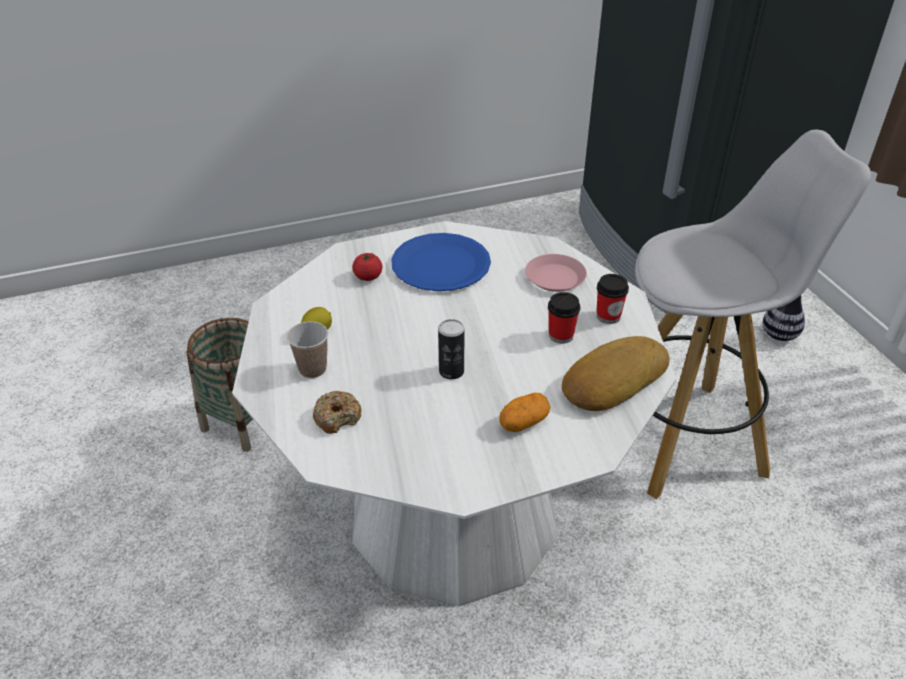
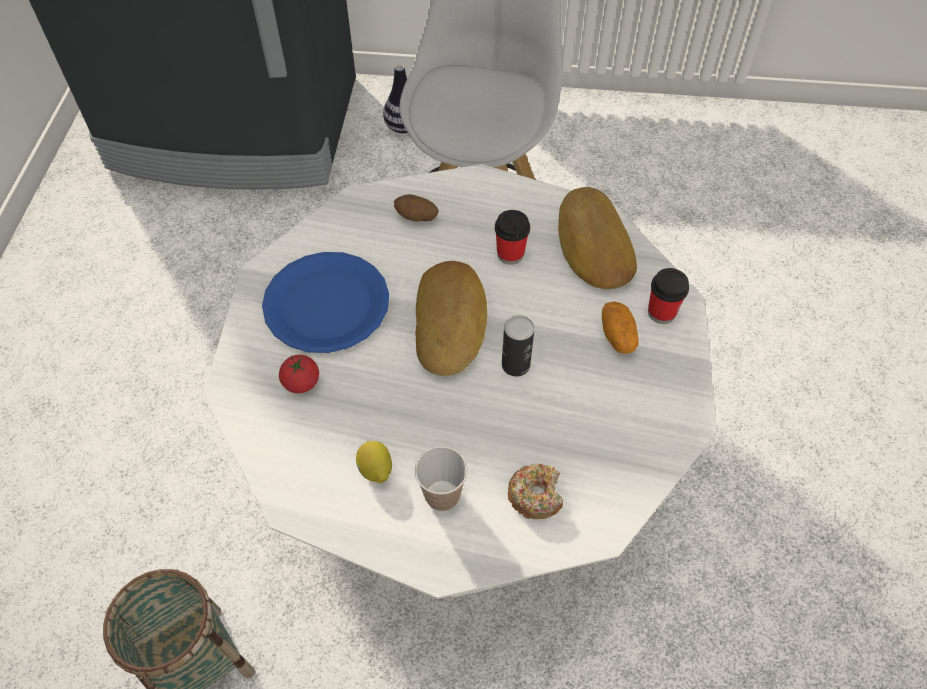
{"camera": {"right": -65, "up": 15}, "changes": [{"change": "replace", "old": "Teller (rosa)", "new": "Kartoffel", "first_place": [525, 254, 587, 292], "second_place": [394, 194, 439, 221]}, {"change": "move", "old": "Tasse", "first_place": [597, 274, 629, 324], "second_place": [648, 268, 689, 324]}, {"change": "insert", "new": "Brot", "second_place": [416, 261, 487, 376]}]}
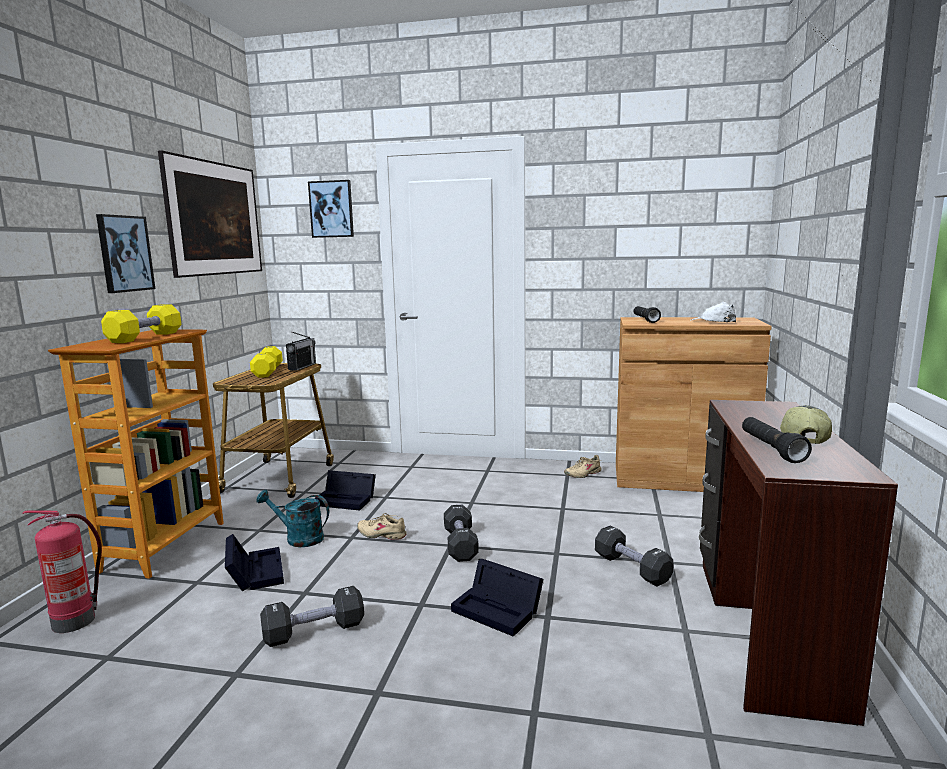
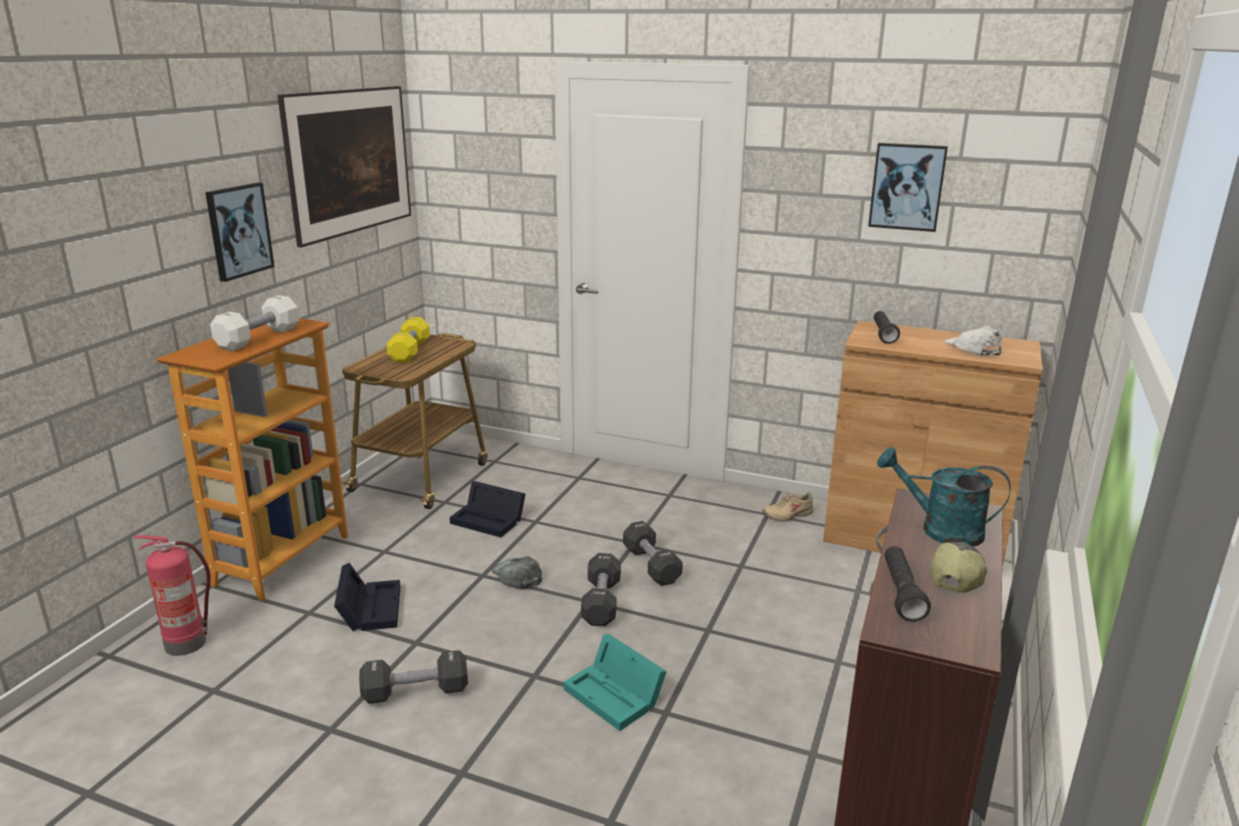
{"camera": {"right": 10, "up": 10}, "changes": [{"change": "recolor", "old": "Hantel (gelb)", "new": "Hantel (weiß)", "first_place": [101, 304, 182, 343], "second_place": [210, 295, 299, 351]}, {"change": "move", "old": "Gießkanne (türkis)", "first_place": [256, 490, 329, 547], "second_place": [877, 447, 1011, 547]}, {"change": "delete", "old": "Radio", "first_place": [286, 332, 316, 371]}, {"change": "move", "old": "Bild", "first_place": [308, 180, 354, 238], "second_place": [868, 143, 948, 232]}, {"change": "replace", "old": "Schuh (beige)", "new": "Kappe (grau)", "first_place": [357, 513, 407, 540], "second_place": [492, 556, 542, 589]}, {"change": "recolor", "old": "Aufbewahrungsbox (schwarz)", "new": "Aufbewahrungsbox (türkis)", "first_place": [451, 559, 543, 637], "second_place": [563, 634, 667, 731]}, {"change": "move", "old": "Hantel (schwarz)", "first_place": [595, 525, 673, 587], "second_place": [623, 521, 683, 586]}]}
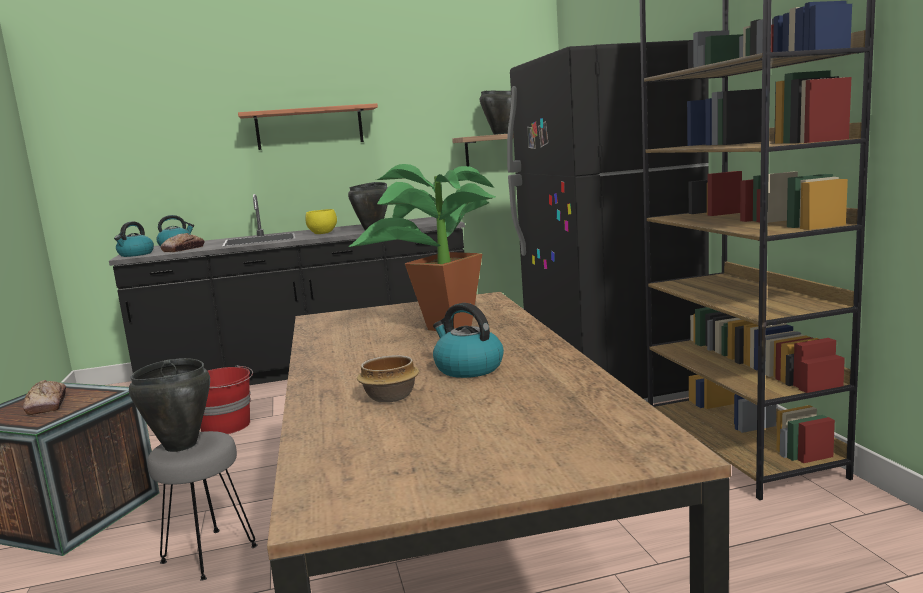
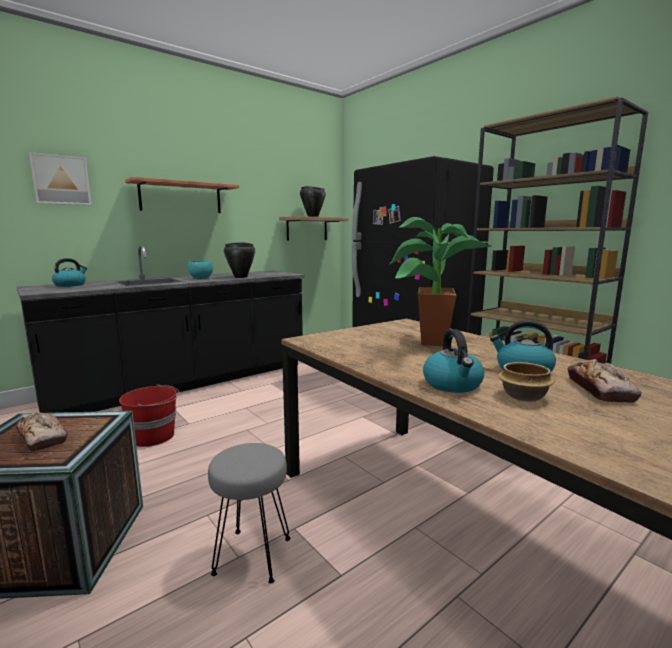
{"camera": {"right": -25, "up": 0}, "changes": [{"change": "move", "old": "Wasserkessel", "first_place": [114, 222, 154, 257], "second_place": [423, 329, 484, 393]}, {"change": "delete", "old": "Kochtopf (schwarz)", "first_place": [129, 358, 210, 452]}, {"change": "move", "old": "Brot", "first_place": [160, 233, 204, 252], "second_place": [568, 359, 641, 403]}, {"change": "recolor", "old": "Schüssel (gelb)", "new": "Schüssel (türkis)", "first_place": [305, 209, 337, 234], "second_place": [188, 261, 213, 279]}, {"change": "insert", "new": "Bild", "second_place": [29, 152, 92, 205]}]}
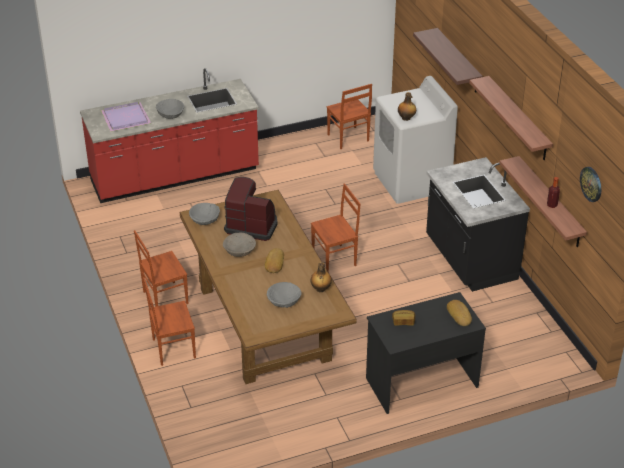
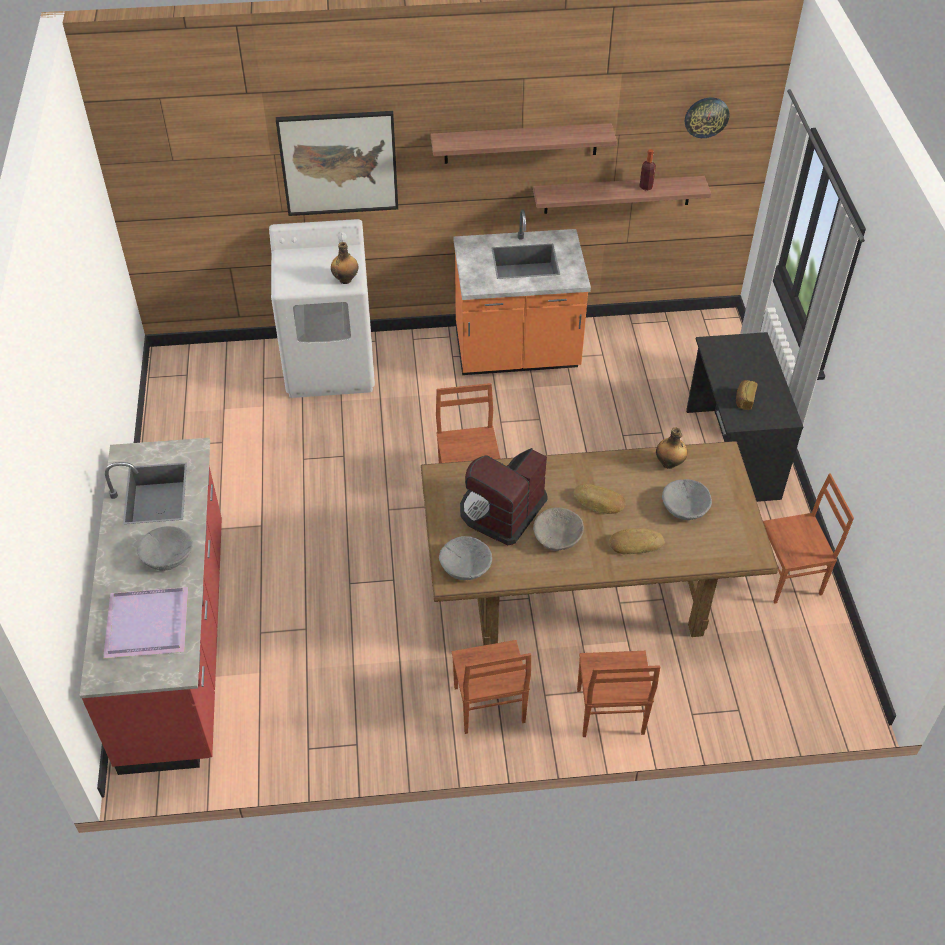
{"camera": {"right": -75, "up": 10}, "changes": [{"change": "move", "old": "Stuhl (braun)", "first_place": [327, 84, 372, 149], "second_place": [763, 473, 854, 604]}, {"change": "replace", "old": "Wandregal", "new": "Bild", "first_place": [413, 28, 483, 92], "second_place": [276, 111, 398, 216]}, {"change": "recolor", "old": "Küchenzeile (schwarz)", "new": "Küchenzeile (orange)", "first_place": [426, 157, 530, 292], "second_place": [453, 209, 591, 375]}, {"change": "move", "old": "Brot", "first_place": [447, 300, 472, 326], "second_place": [609, 528, 664, 554]}]}
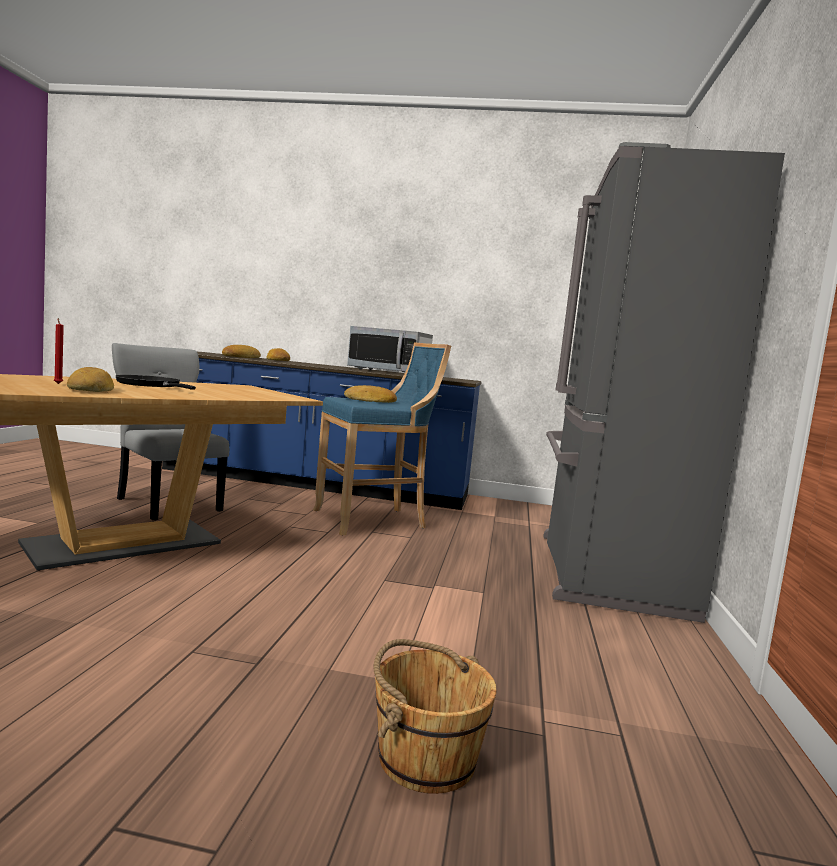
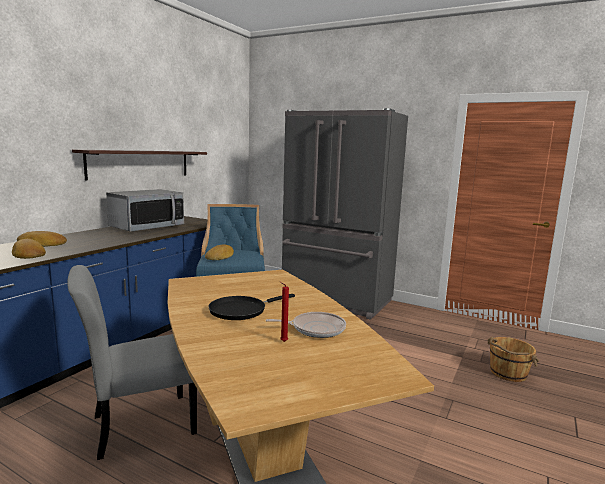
{"camera": {"right": -70, "up": 5}, "changes": [{"change": "replace", "old": "Brot", "new": "Pfanne", "first_place": [67, 367, 114, 392], "second_place": [266, 312, 346, 338]}, {"change": "insert", "new": "Wandregal", "second_place": [72, 149, 207, 181]}]}
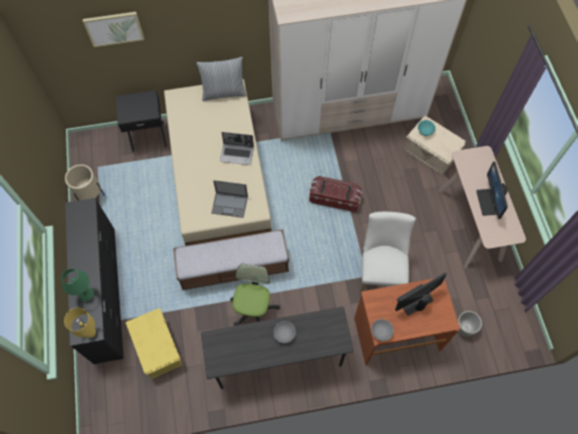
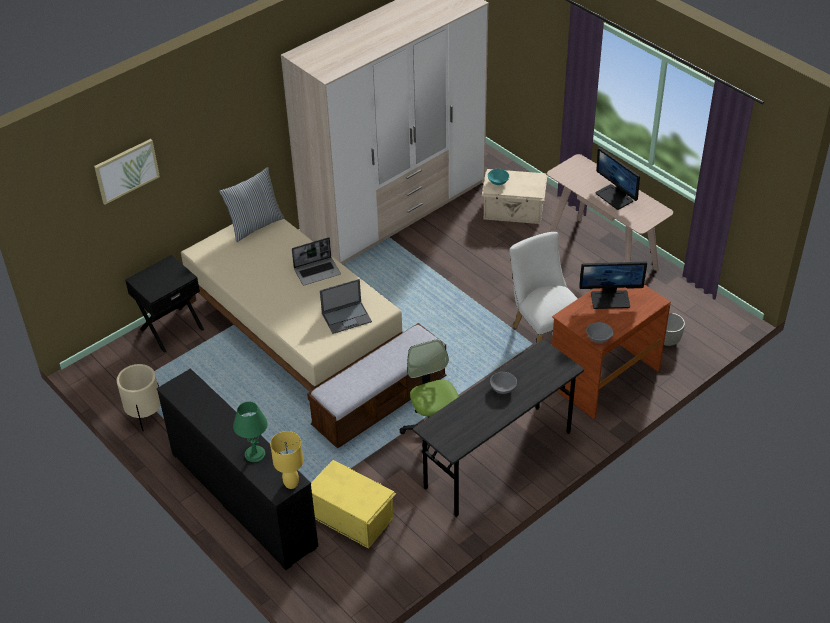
{"camera": {"right": -30, "up": -20}, "changes": [{"change": "delete", "old": "Aufbewahrungsbox", "first_place": [309, 176, 362, 212]}, {"change": "rotate", "old": "Monitor", "first_place": [395, 272, 447, 316], "second_place": [579, 262, 647, 309], "degrees": -120}]}
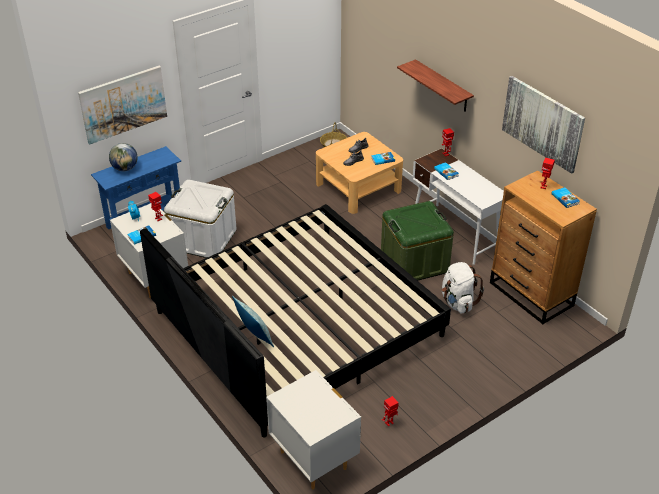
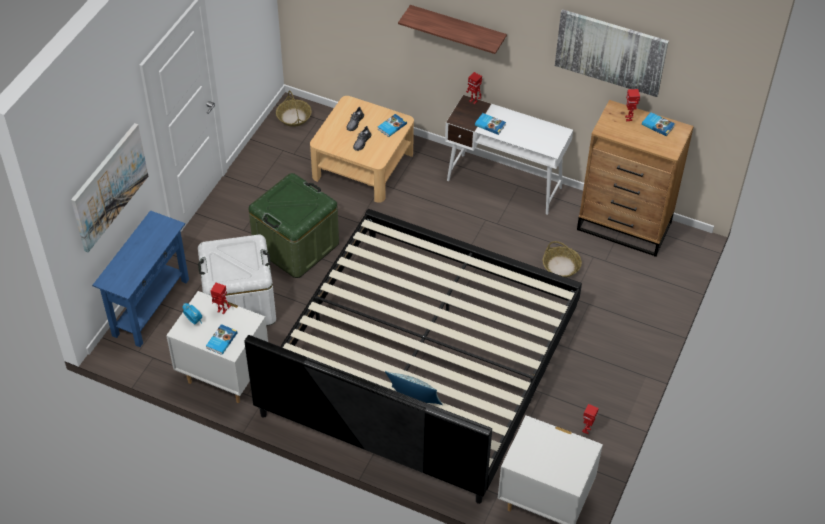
{"camera": {"right": -30, "up": 10}, "changes": [{"change": "delete", "old": "Globus", "first_place": [109, 143, 138, 171]}, {"change": "move", "old": "Aufbewahrungsbox (grün)", "first_place": [381, 201, 454, 281], "second_place": [249, 173, 339, 278]}, {"change": "replace", "old": "Rucksack (weiß)", "new": "Korb", "first_place": [442, 262, 484, 314], "second_place": [543, 241, 582, 277]}]}
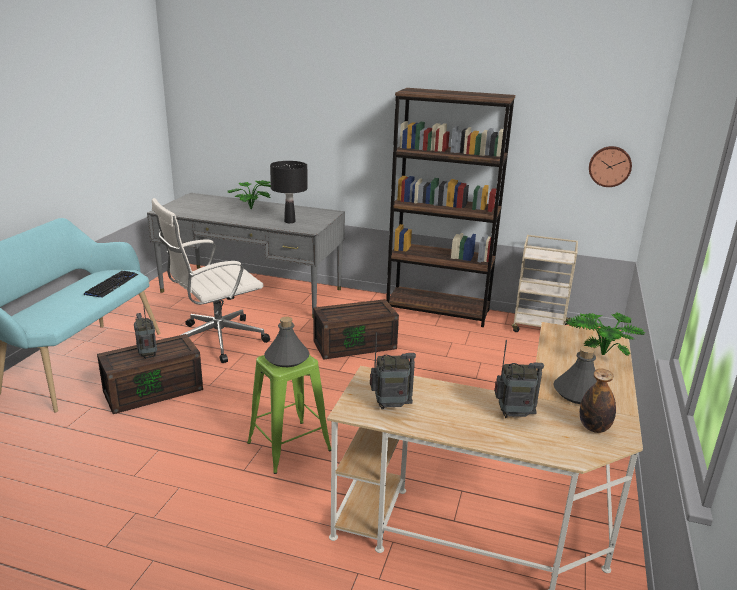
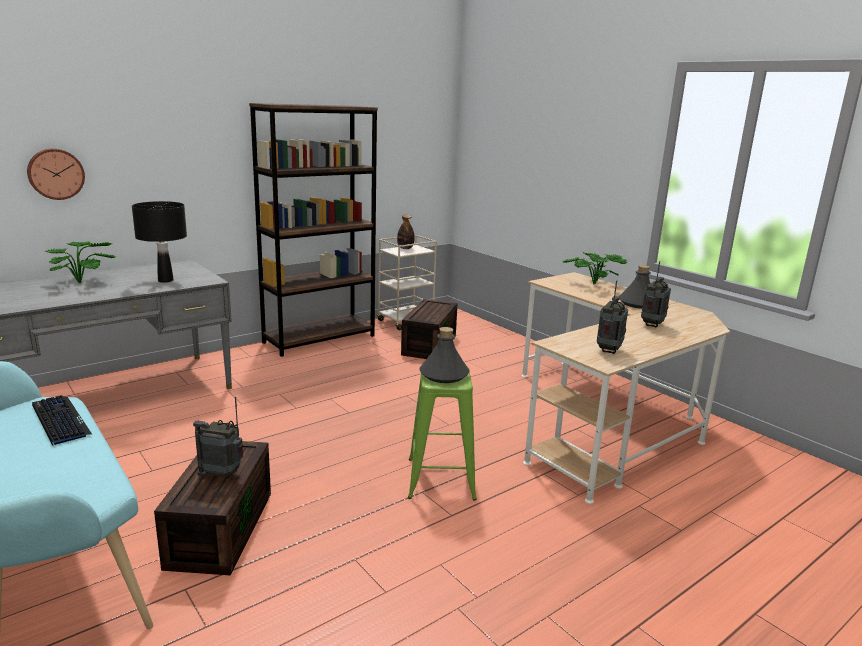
{"camera": {"right": -55, "up": -5}, "changes": [{"change": "delete", "old": "Bürostuhl (weiß)", "first_place": [152, 198, 270, 363]}, {"change": "move", "old": "Aufbewahrungsbox (braun)", "first_place": [313, 299, 399, 360], "second_place": [401, 299, 458, 359]}, {"change": "move", "old": "Flasche", "first_place": [580, 369, 616, 433], "second_place": [397, 215, 414, 249]}, {"change": "move", "old": "Wanduhr", "first_place": [589, 146, 632, 187], "second_place": [27, 149, 85, 200]}]}
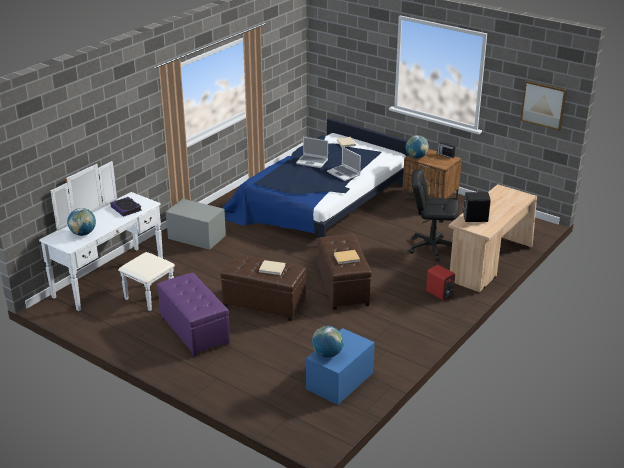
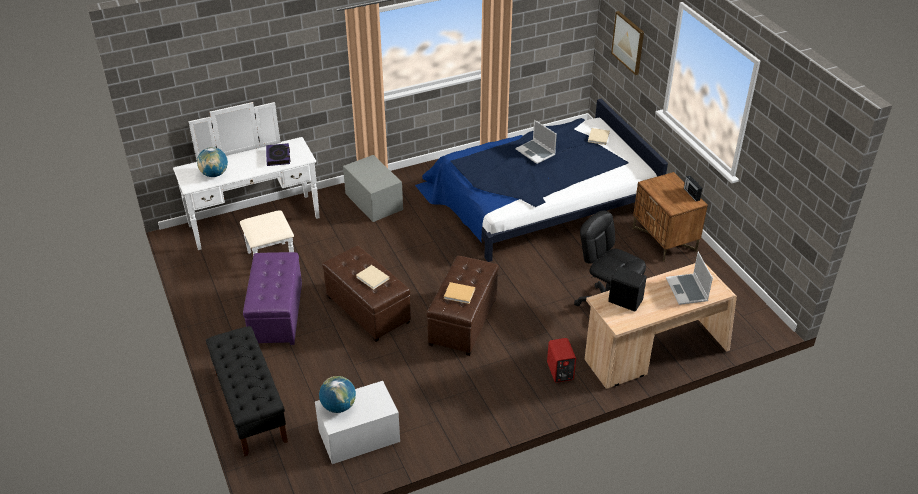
{"camera": {"right": 30, "up": 10}, "changes": [{"change": "recolor", "old": "Aufbewahrungsbox (blau)", "new": "Aufbewahrungsbox (weiß)", "first_place": [306, 328, 375, 405], "second_place": [315, 381, 400, 464]}, {"change": "move", "old": "Laptop", "first_place": [327, 147, 361, 181], "second_place": [666, 252, 713, 305]}, {"change": "delete", "old": "Globus", "first_place": [406, 135, 429, 159]}, {"change": "move", "old": "Bild", "first_place": [520, 80, 567, 131], "second_place": [611, 11, 644, 75]}, {"change": "insert", "new": "Bank (schwarz)", "second_place": [206, 326, 288, 456]}]}
